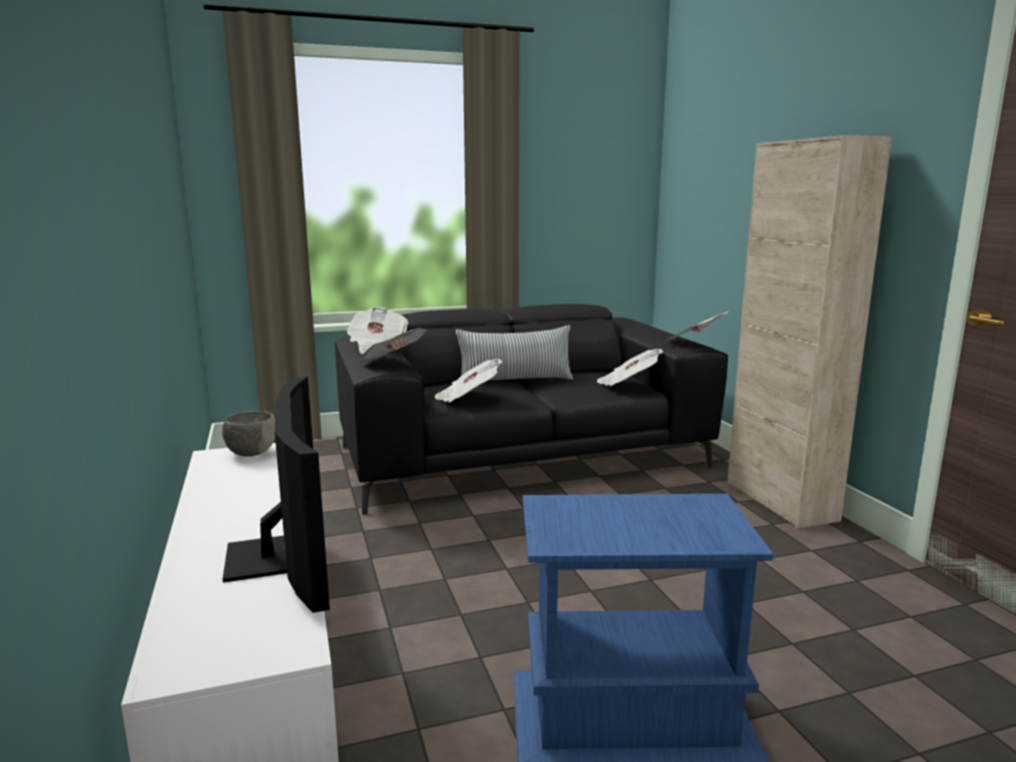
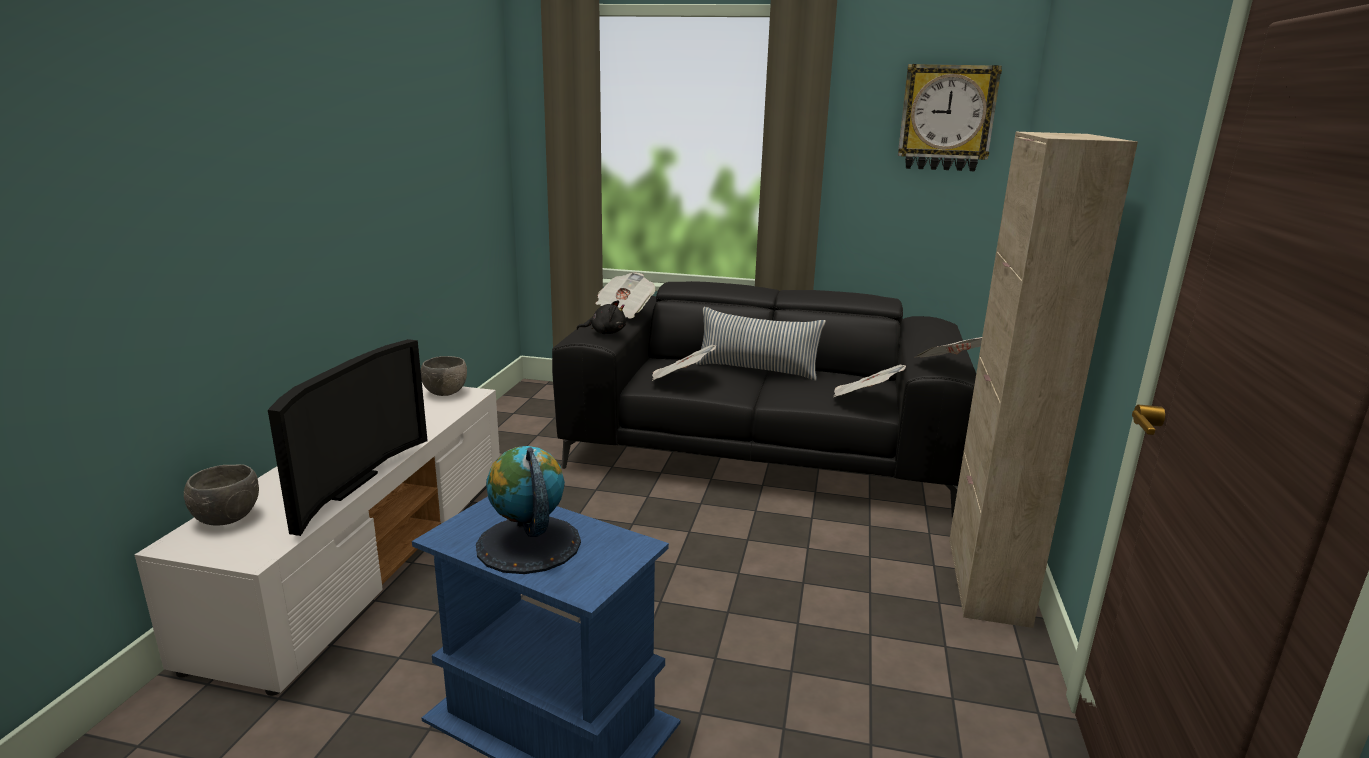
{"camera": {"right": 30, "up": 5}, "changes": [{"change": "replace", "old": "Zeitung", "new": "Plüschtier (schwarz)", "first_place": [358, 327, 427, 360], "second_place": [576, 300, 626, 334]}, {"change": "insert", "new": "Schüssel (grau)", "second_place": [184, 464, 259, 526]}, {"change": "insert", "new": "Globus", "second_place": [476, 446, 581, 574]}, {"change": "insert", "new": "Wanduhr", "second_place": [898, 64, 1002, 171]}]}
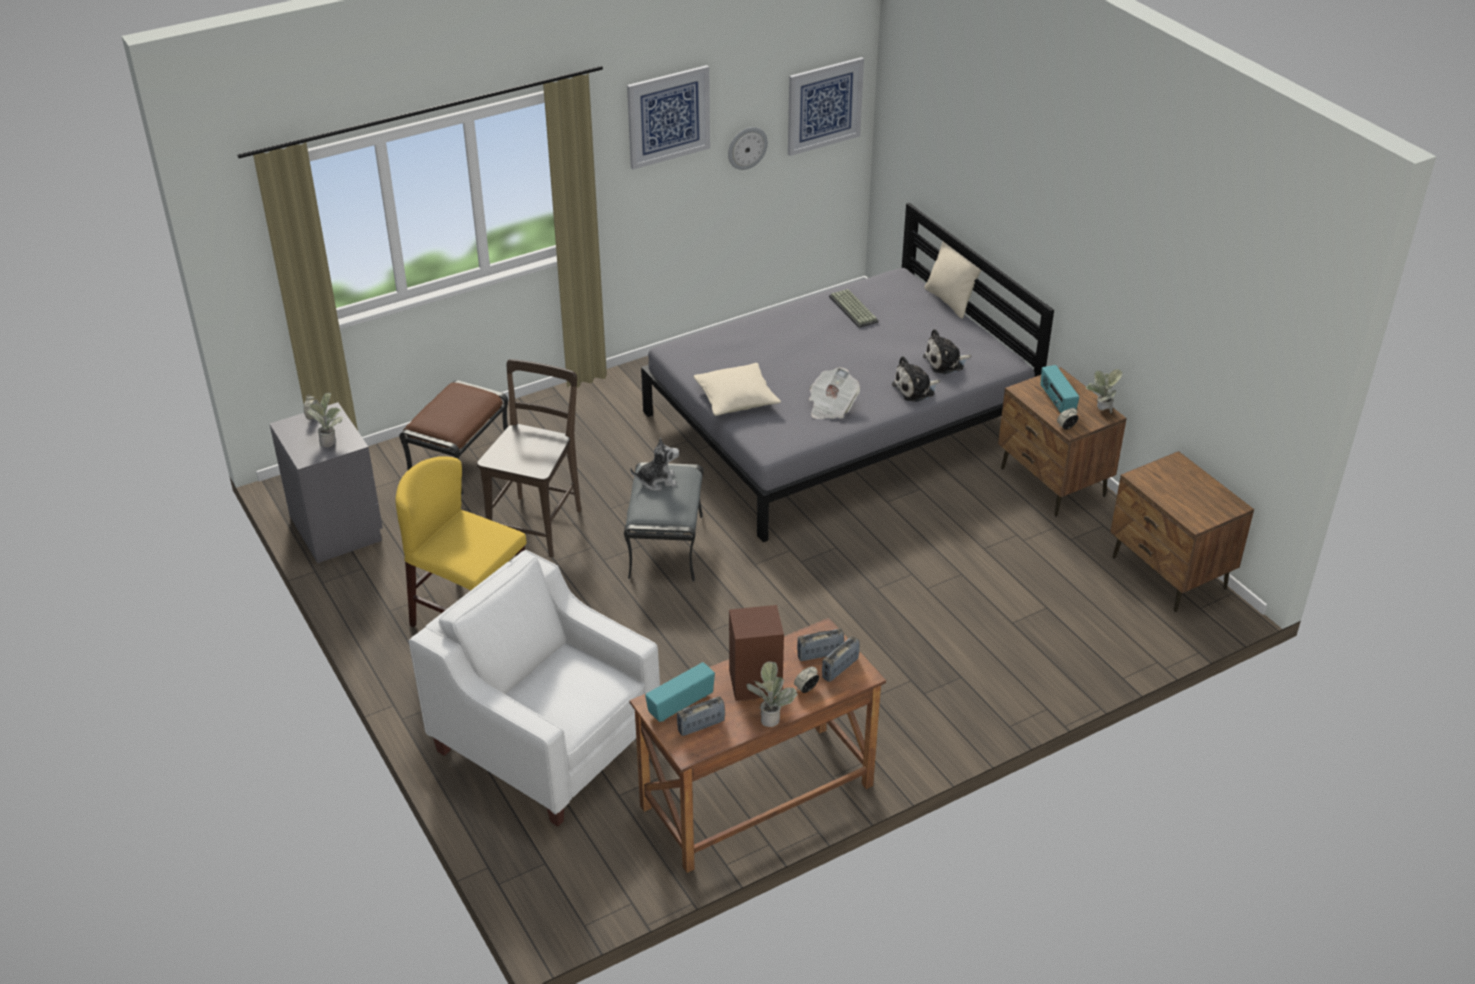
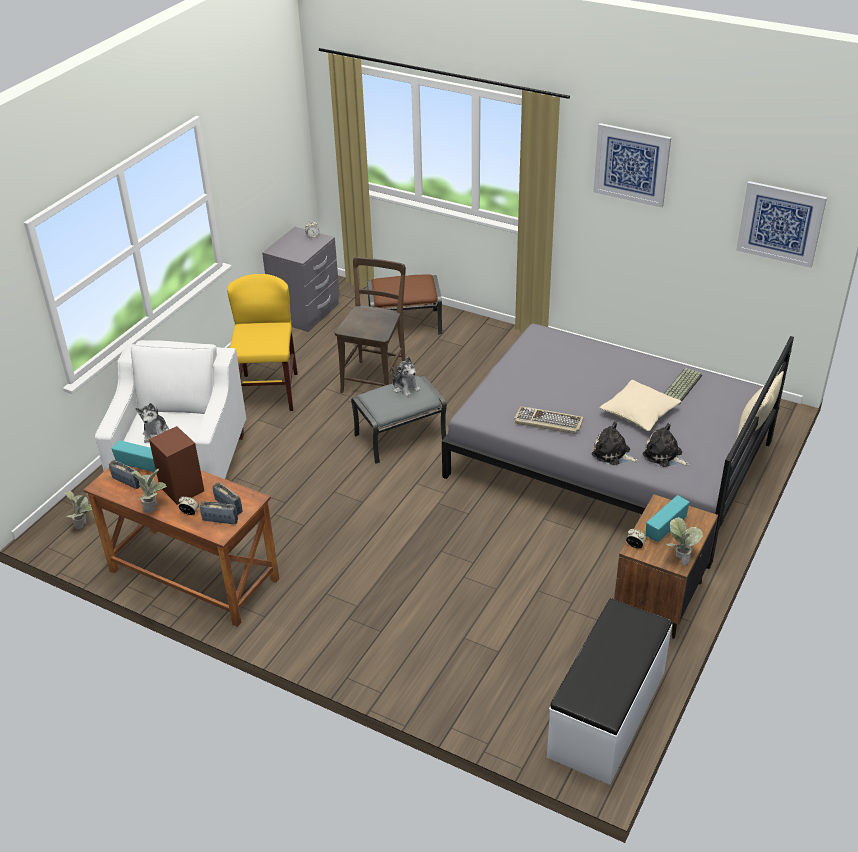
{"camera": {"right": 60, "up": 0}, "changes": [{"change": "move", "old": "Topfpflanze", "first_place": [307, 393, 343, 447], "second_place": [65, 491, 92, 529]}, {"change": "rotate", "old": "Stuhl (braun)", "first_place": [477, 359, 581, 557], "second_place": [335, 257, 406, 393], "degrees": -60}, {"change": "move", "old": "Kissen (beige)", "first_place": [694, 363, 781, 416], "second_place": [600, 380, 681, 431]}, {"change": "delete", "old": "Wanduhr", "first_place": [728, 127, 768, 170]}, {"change": "replace", "old": "Zeitung", "new": "Tastatur", "first_place": [809, 367, 860, 419], "second_place": [514, 406, 583, 434]}, {"change": "replace", "old": "Nachttisch (braun)", "new": "Bank (weiß)", "first_place": [1110, 451, 1254, 612], "second_place": [547, 598, 672, 785]}, {"change": "insert", "new": "Plüschtier", "second_place": [136, 403, 169, 443]}]}
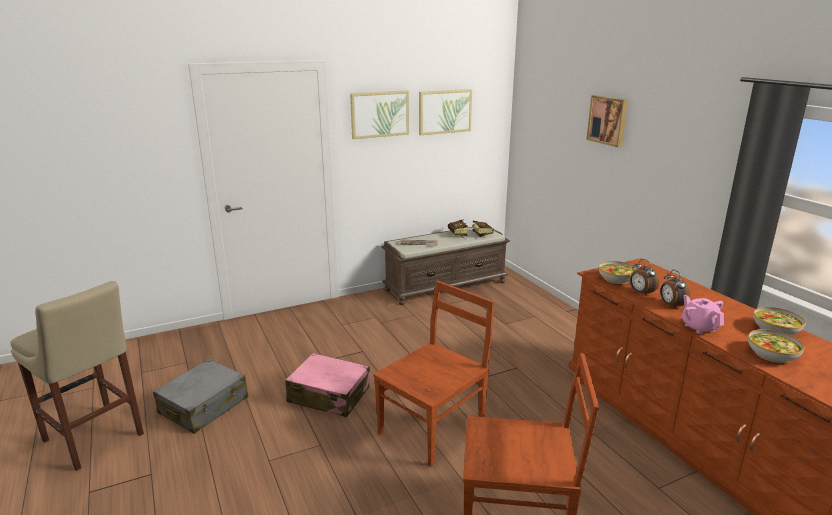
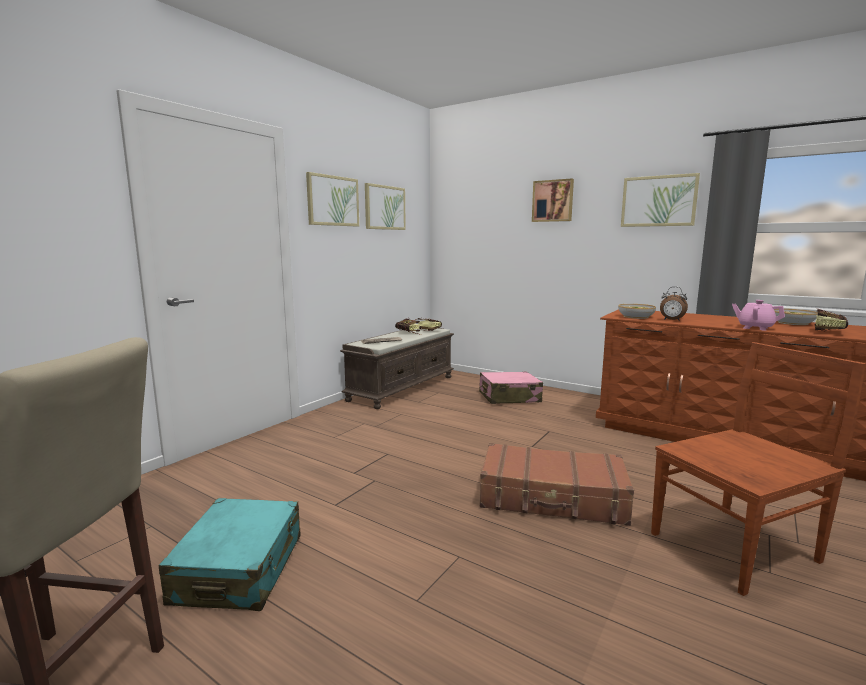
{"camera": {"right": -30, "up": -10}, "changes": [{"change": "recolor", "old": "Koffer (grau)", "new": "Koffer (türkis)", "first_place": [153, 359, 248, 434], "second_place": [159, 498, 301, 611]}, {"change": "move", "old": "Koffer (rosa)", "first_place": [285, 353, 370, 417], "second_place": [479, 372, 543, 404]}, {"change": "replace", "old": "Stuhl (braun)", "new": "Koffer (braun)", "first_place": [373, 280, 494, 467], "second_place": [480, 443, 634, 526]}, {"change": "delete", "old": "Wecker", "first_place": [660, 270, 690, 309]}, {"change": "replace", "old": "Schüssel", "new": "Buch", "first_place": [748, 329, 804, 363], "second_place": [815, 309, 848, 331]}, {"change": "insert", "new": "Bild", "second_place": [621, 173, 700, 227]}]}
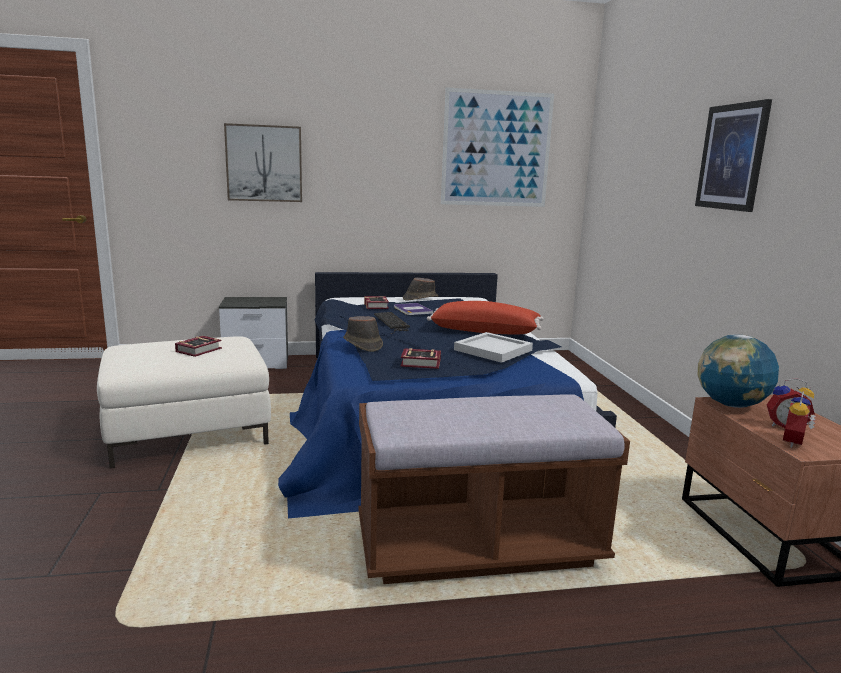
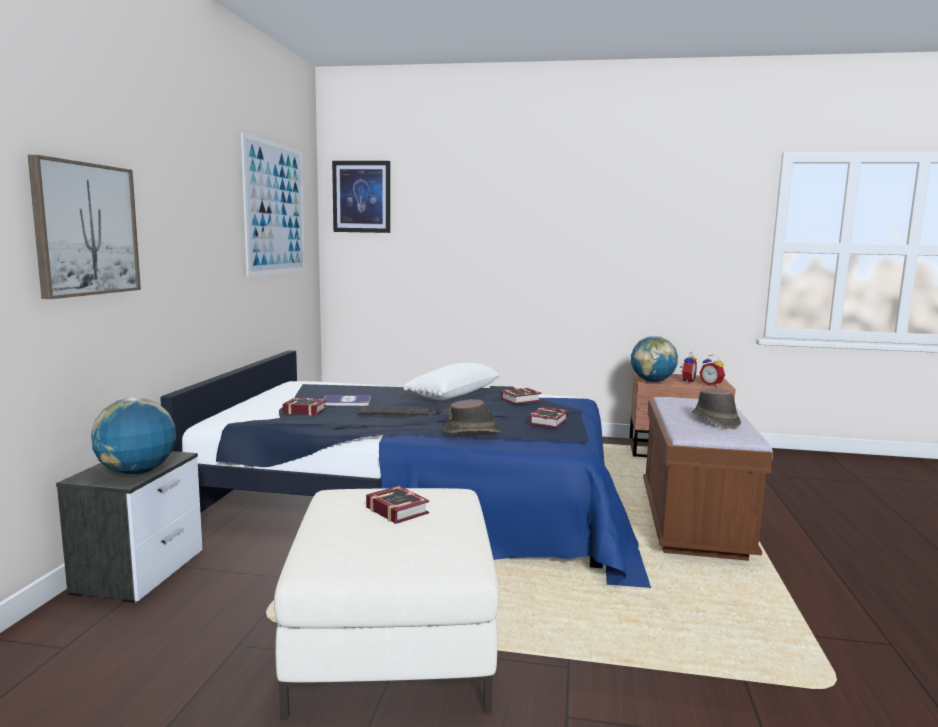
{"camera": {"right": -70, "up": -5}, "changes": [{"change": "move", "old": "Hut (braun)", "first_place": [403, 278, 438, 301], "second_place": [692, 390, 741, 429]}, {"change": "recolor", "old": "Kissen (rot)", "new": "Kissen (weiß)", "first_place": [427, 301, 544, 334], "second_place": [403, 363, 500, 400]}, {"change": "replace", "old": "Tablett (weiß)", "new": "Buch", "first_place": [454, 332, 533, 363], "second_place": [501, 388, 542, 404]}, {"change": "move", "old": "Bild", "first_place": [695, 99, 772, 212], "second_place": [332, 161, 390, 233]}, {"change": "insert", "new": "Globus", "second_place": [91, 398, 176, 475]}]}
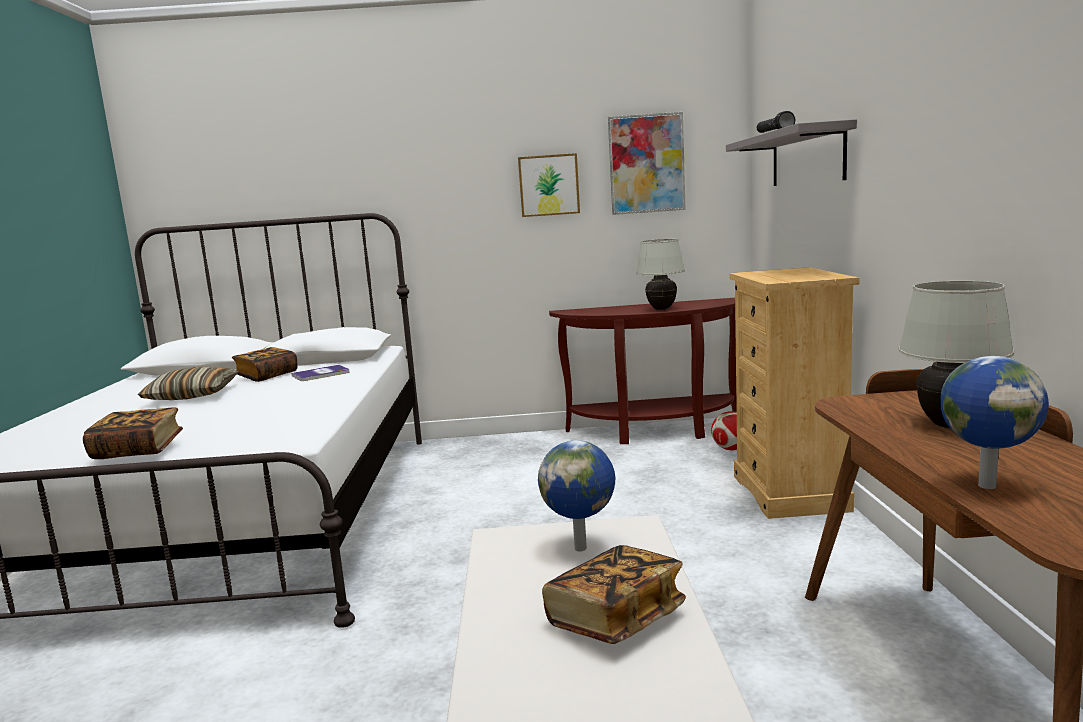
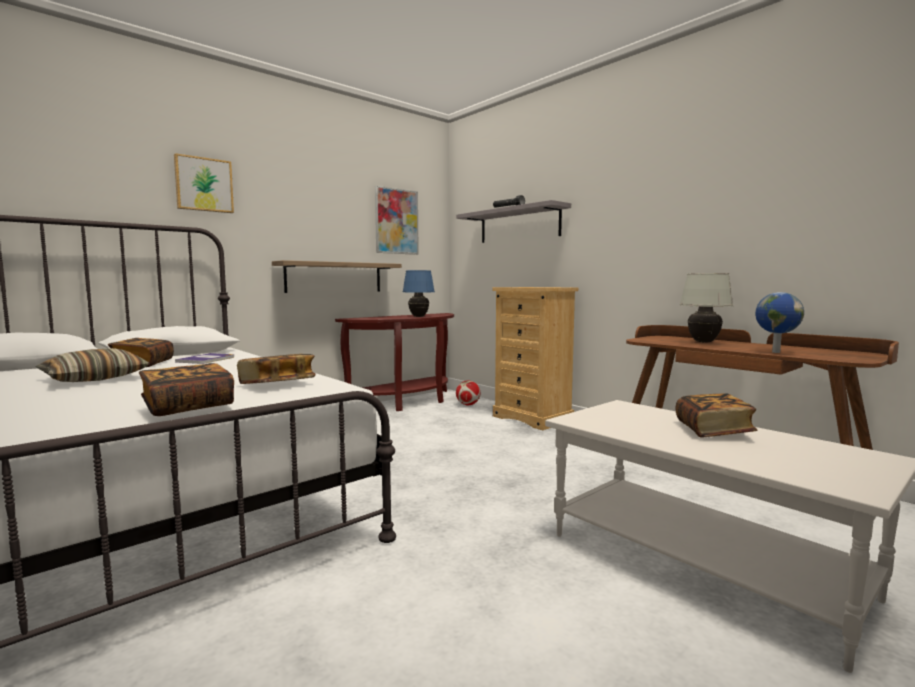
{"camera": {"right": -40, "up": -5}, "changes": [{"change": "move", "old": "Bild", "first_place": [518, 153, 580, 217], "second_place": [174, 153, 234, 213]}, {"change": "delete", "old": "Globus", "first_place": [538, 440, 615, 551]}, {"change": "recolor", "old": "Tischlampe (weiß)", "new": "Tischlampe (blau)", "first_place": [636, 239, 685, 310], "second_place": [403, 270, 435, 317]}, {"change": "insert", "new": "Buch", "second_place": [237, 354, 316, 384]}, {"change": "insert", "new": "Wandregal", "second_place": [272, 260, 402, 293]}]}
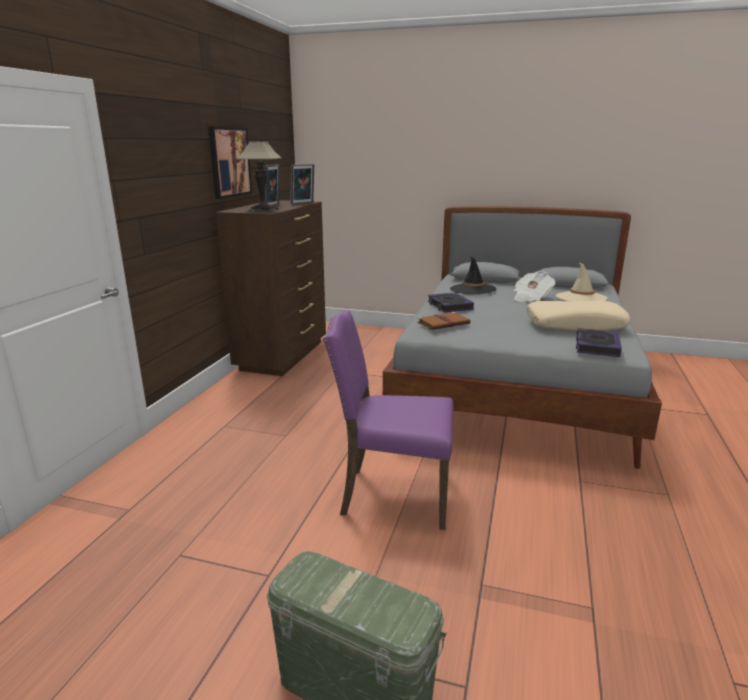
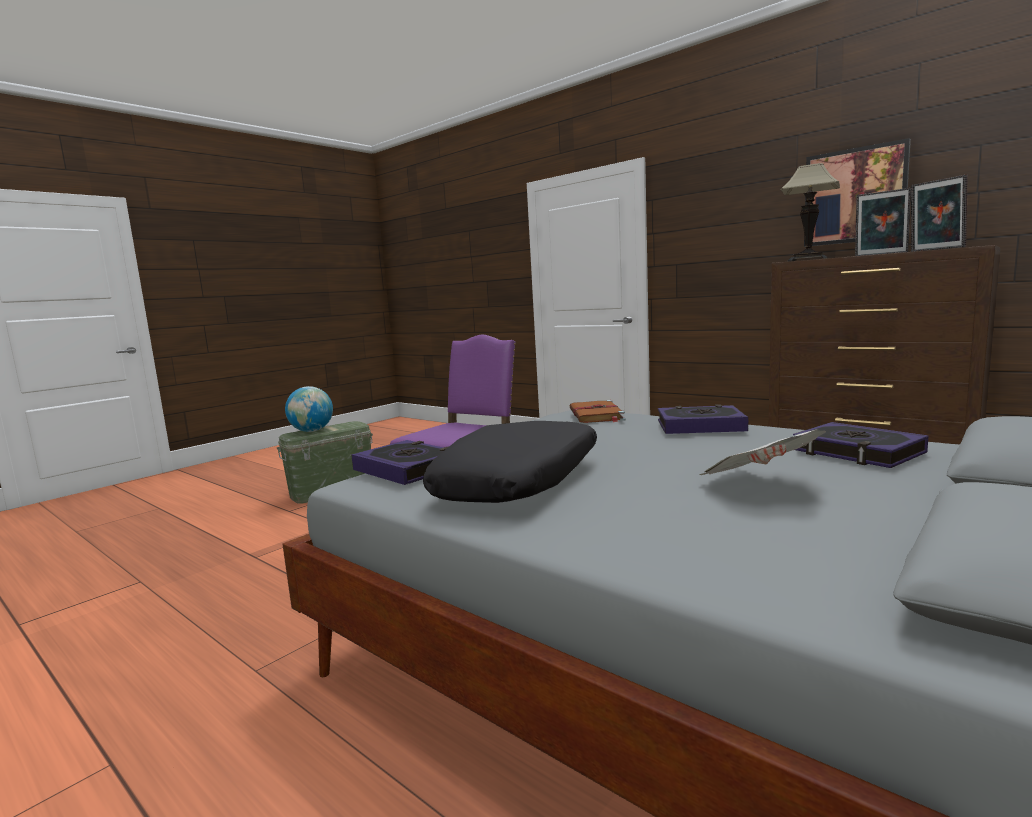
{"camera": {"right": 115, "up": -10}, "changes": [{"change": "replace", "old": "Hut (schwarz)", "new": "Buch", "first_place": [450, 257, 496, 294], "second_place": [793, 422, 928, 468]}, {"change": "recolor", "old": "Kissen (beige)", "new": "Kissen (schwarz)", "first_place": [527, 300, 630, 331], "second_place": [423, 421, 597, 503]}, {"change": "delete", "old": "Hut (beige)", "first_place": [556, 262, 608, 302]}, {"change": "insert", "new": "Globus", "second_place": [285, 386, 333, 432]}]}
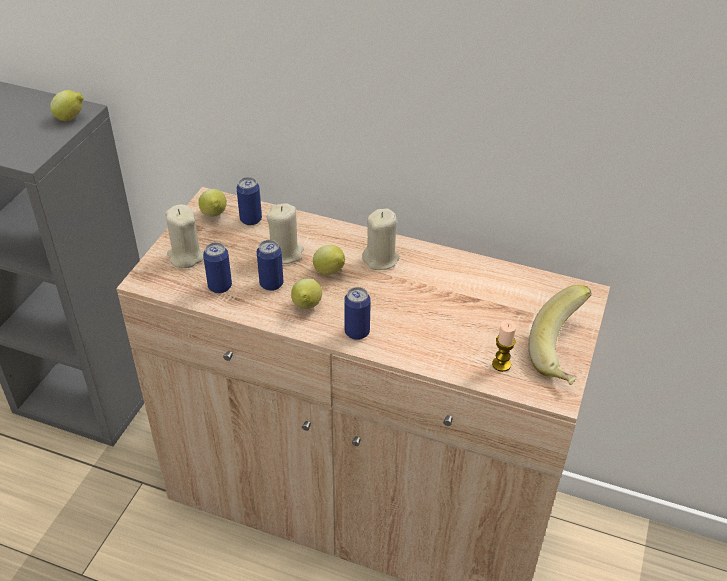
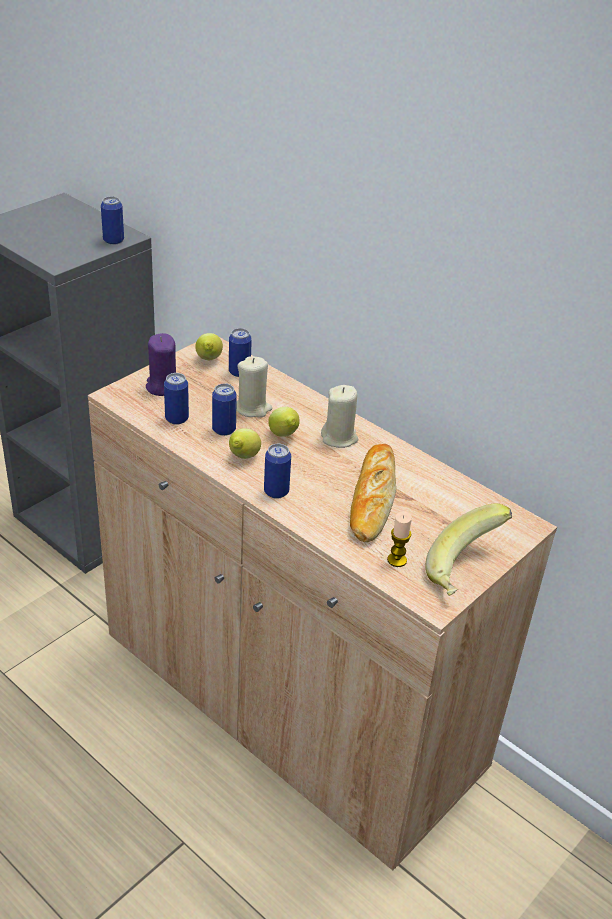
{"camera": {"right": 20, "up": -5}, "changes": [{"change": "replace", "old": "Zitrone", "new": "Dose", "first_place": [50, 90, 84, 121], "second_place": [101, 196, 124, 245]}, {"change": "recolor", "old": "Kerze (beige)", "new": "Kerze (lila)", "first_place": [165, 205, 204, 268], "second_place": [146, 333, 176, 396]}, {"change": "insert", "new": "Brot", "second_place": [350, 444, 396, 542]}]}
